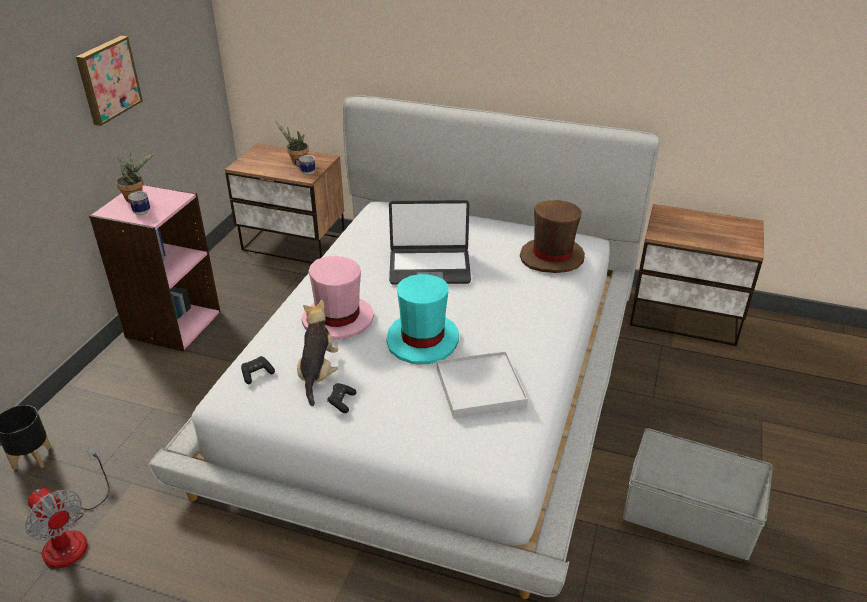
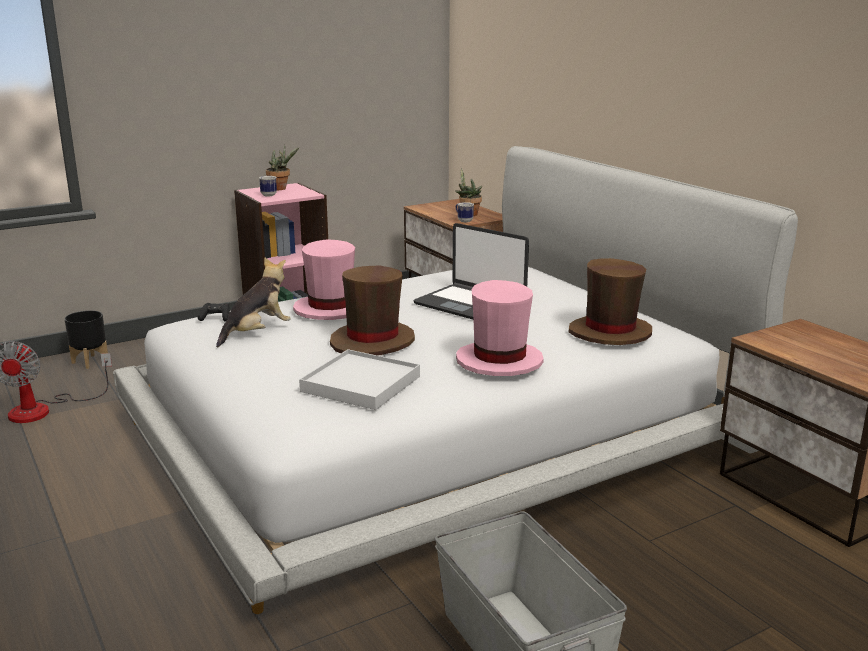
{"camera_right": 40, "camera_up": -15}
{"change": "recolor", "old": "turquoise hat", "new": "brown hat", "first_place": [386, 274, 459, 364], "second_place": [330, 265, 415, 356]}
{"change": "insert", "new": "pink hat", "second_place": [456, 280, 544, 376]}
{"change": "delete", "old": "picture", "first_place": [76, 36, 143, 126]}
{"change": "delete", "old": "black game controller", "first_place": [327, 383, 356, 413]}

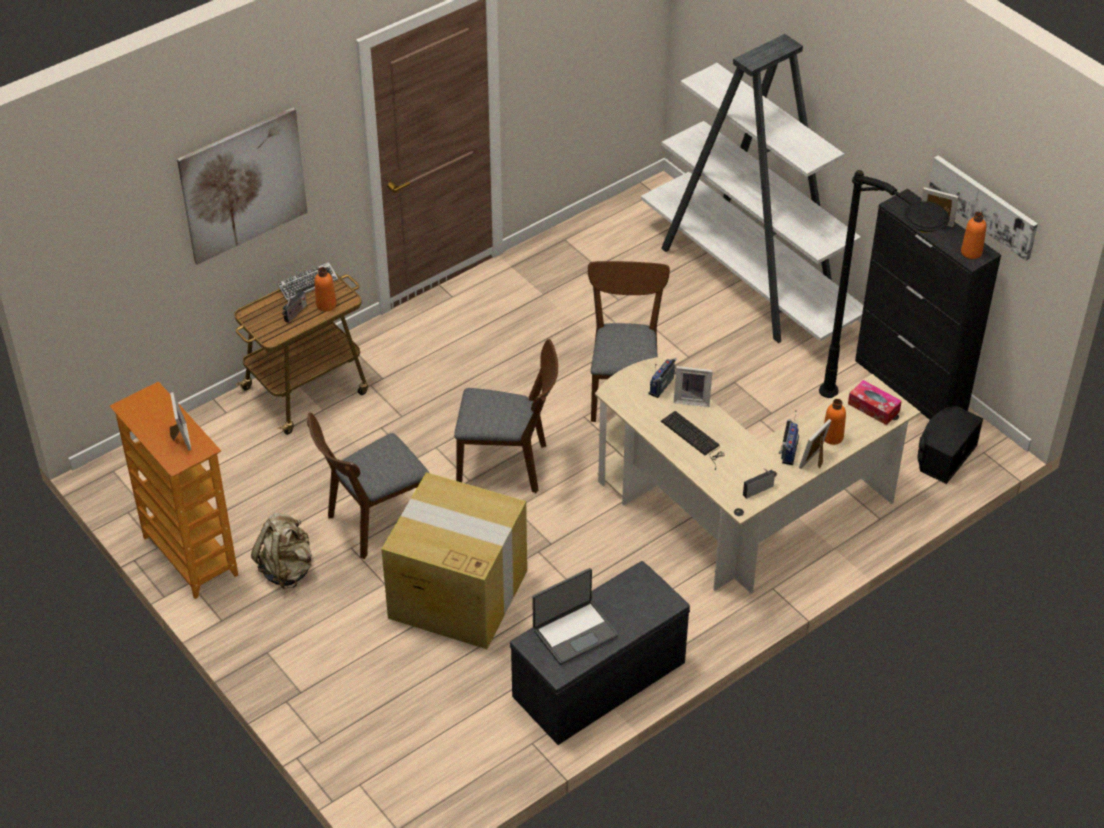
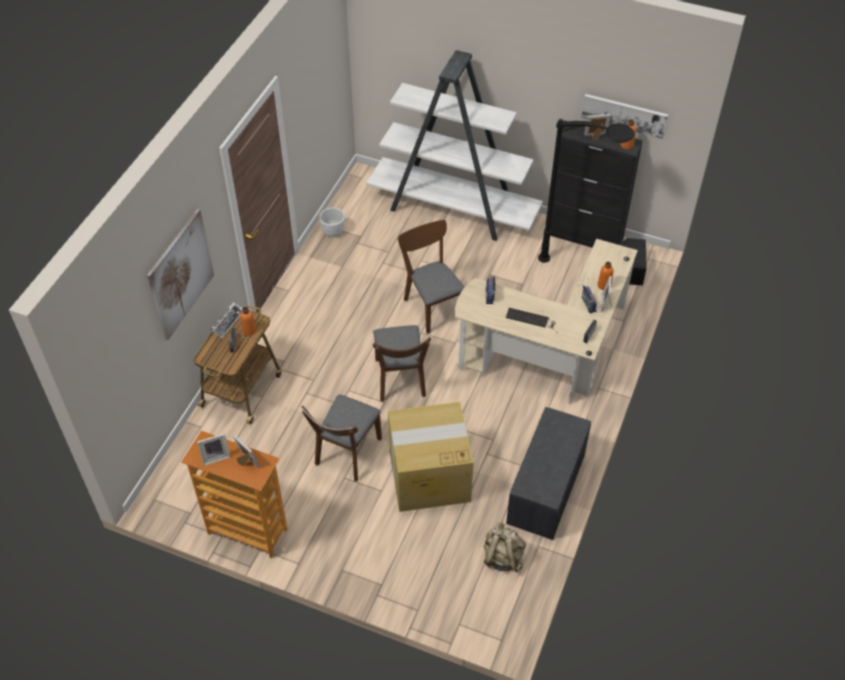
{"camera_right": -30, "camera_up": 5}
{"change": "move", "old": "picture frame", "first_place": [674, 366, 713, 407], "second_place": [197, 433, 231, 466]}
{"change": "insert", "new": "white planter", "second_place": [320, 208, 345, 237]}
{"change": "rotate", "old": "brown chair", "first_place": [454, 339, 558, 493], "second_place": [373, 325, 431, 402], "degrees": 105}
{"change": "move", "old": "beige backpack", "first_place": [251, 513, 312, 589], "second_place": [483, 522, 526, 573]}
{"change": "delete", "old": "laptop", "first_place": [532, 568, 618, 665]}
{"change": "delete", "old": "tissue box", "first_place": [848, 380, 902, 425]}

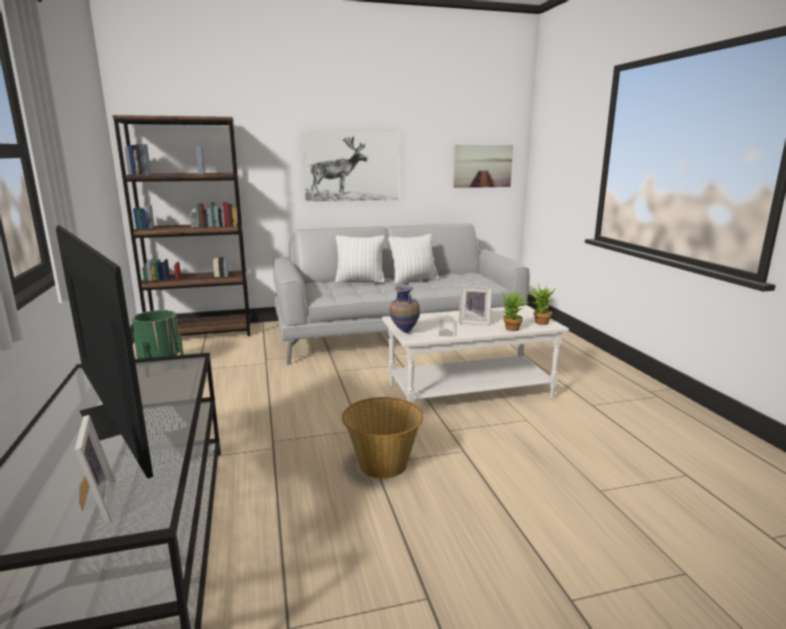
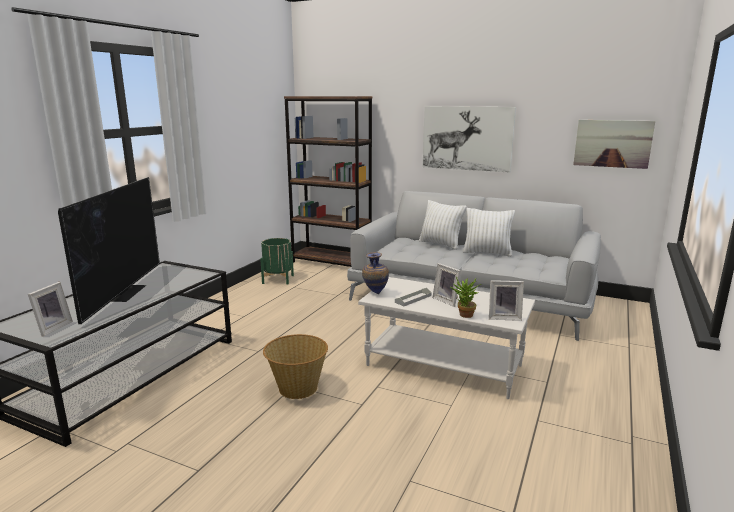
{"camera_right": 40, "camera_up": 0}
{"change": "replace", "old": "potted plant", "new": "picture frame", "first_place": [526, 284, 556, 325], "second_place": [489, 280, 524, 321]}

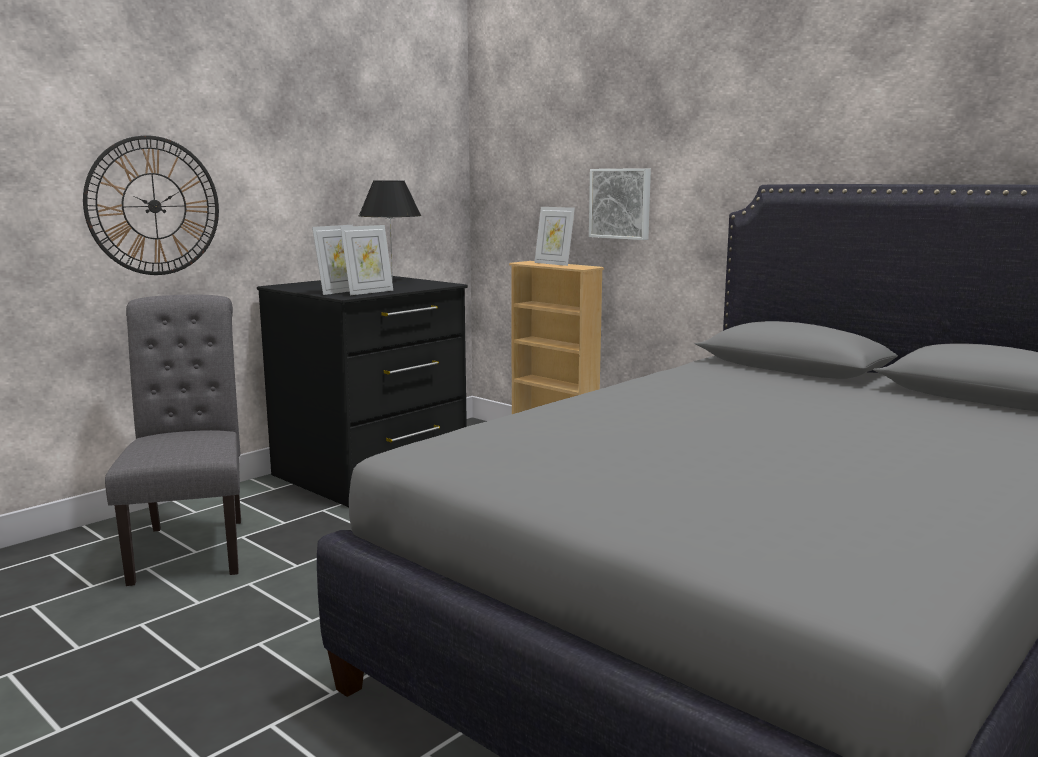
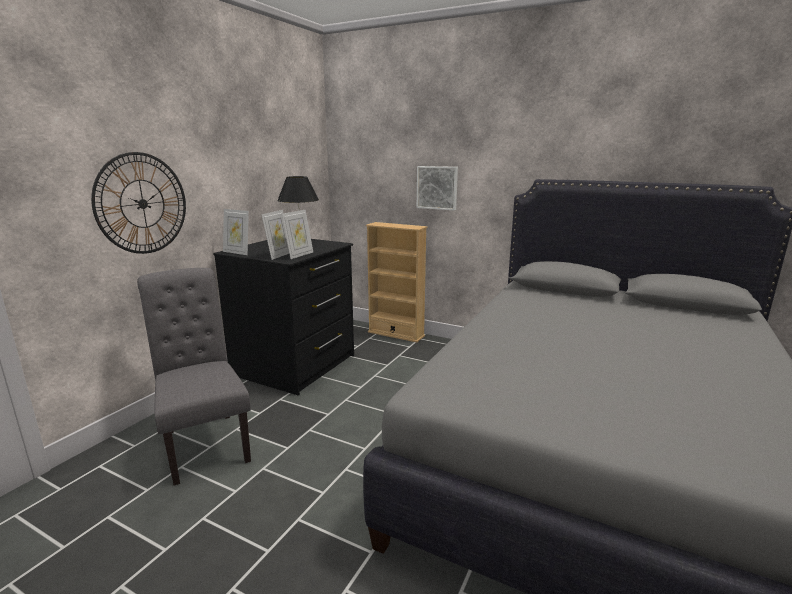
{"camera_right": -15, "camera_up": 5}
{"change": "move", "old": "picture frame", "first_place": [534, 207, 575, 266], "second_place": [223, 209, 249, 255]}

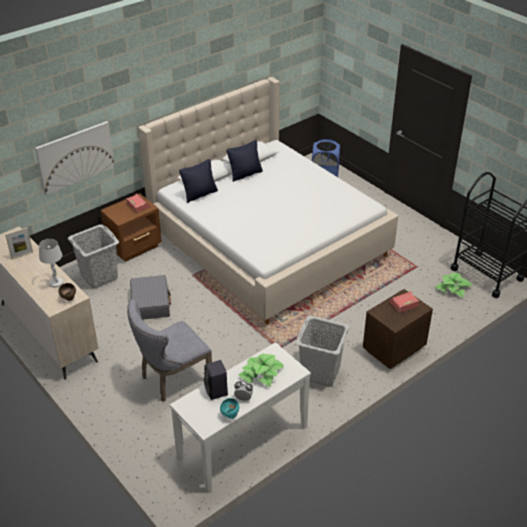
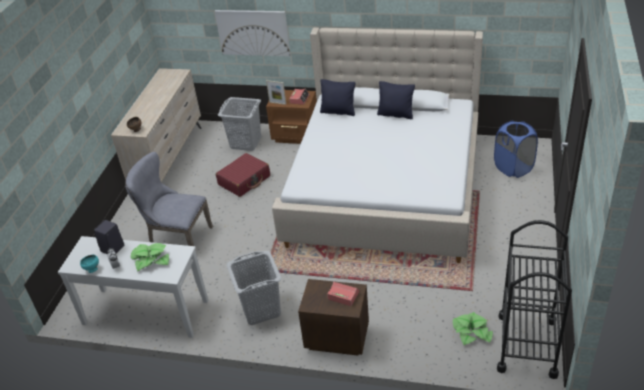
{"camera_right": 55, "camera_up": 0}
{"change": "recolor", "old": "grey suitcase", "new": "red suitcase", "first_place": [130, 275, 171, 320], "second_place": [216, 153, 270, 197]}
{"change": "move", "old": "picture frame", "first_place": [5, 228, 33, 259], "second_place": [266, 80, 286, 105]}
{"change": "delete", "old": "white table lamp", "first_place": [39, 239, 63, 287]}

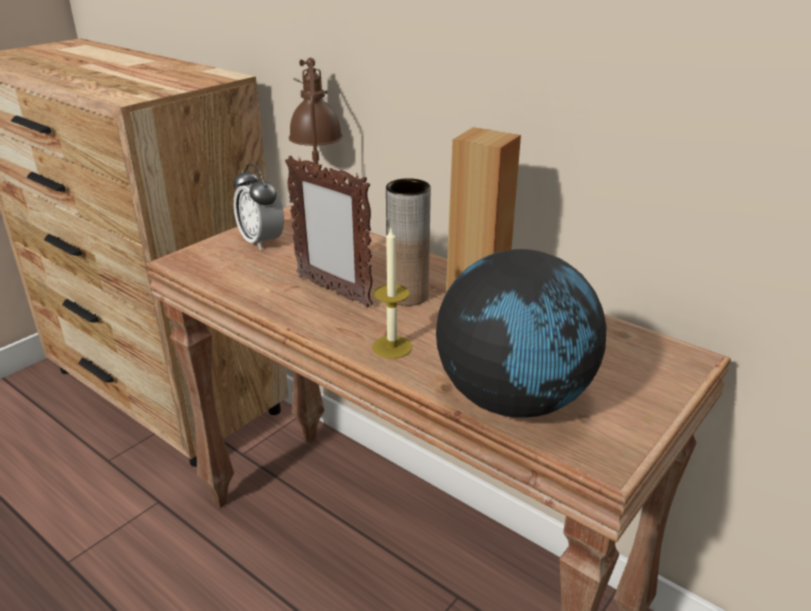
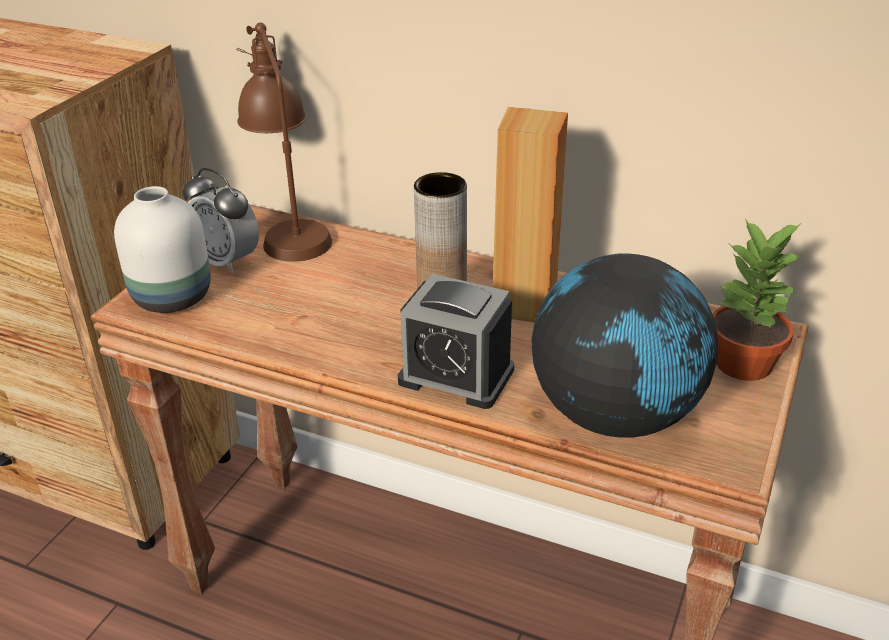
{"camera_right": -15, "camera_up": 5}
{"change": "insert", "new": "white vase", "second_place": [114, 186, 211, 313]}
{"change": "replace", "old": "candle", "new": "alarm clock", "first_place": [372, 228, 412, 359], "second_place": [398, 274, 514, 409]}
{"change": "insert", "new": "potted plant", "second_place": [713, 219, 803, 381]}
{"change": "delete", "old": "picture frame", "first_place": [285, 156, 373, 308]}

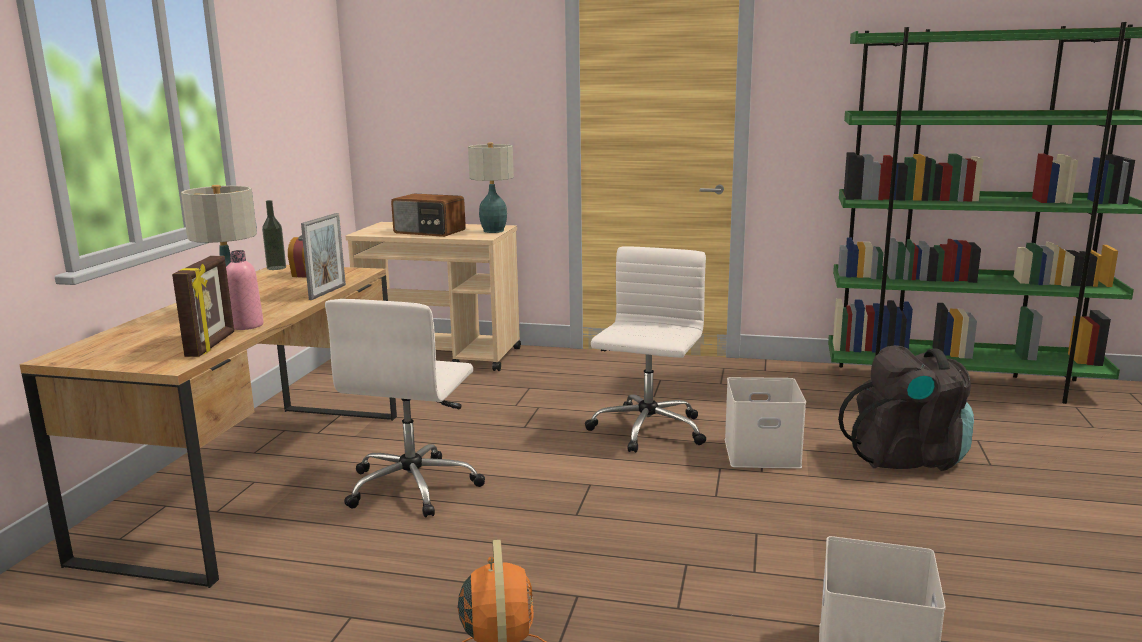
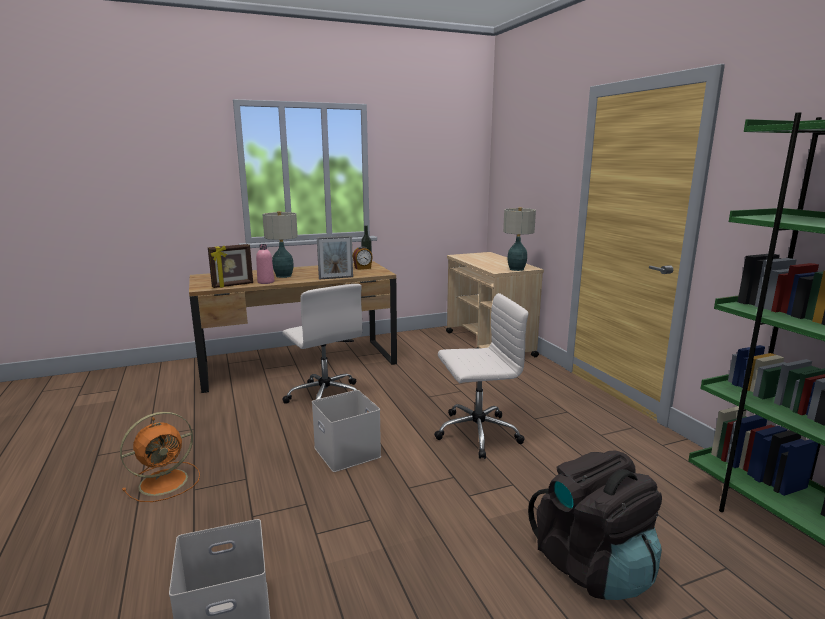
{"camera_right": 55, "camera_up": 0}
{"change": "rotate", "old": "white office chair", "first_place": [325, 299, 485, 518], "second_place": [282, 284, 362, 404], "degrees": -105}
{"change": "move", "old": "white storage box", "first_place": [725, 377, 806, 469], "second_place": [312, 390, 381, 472]}
{"change": "delete", "old": "radio", "first_place": [391, 194, 466, 237]}

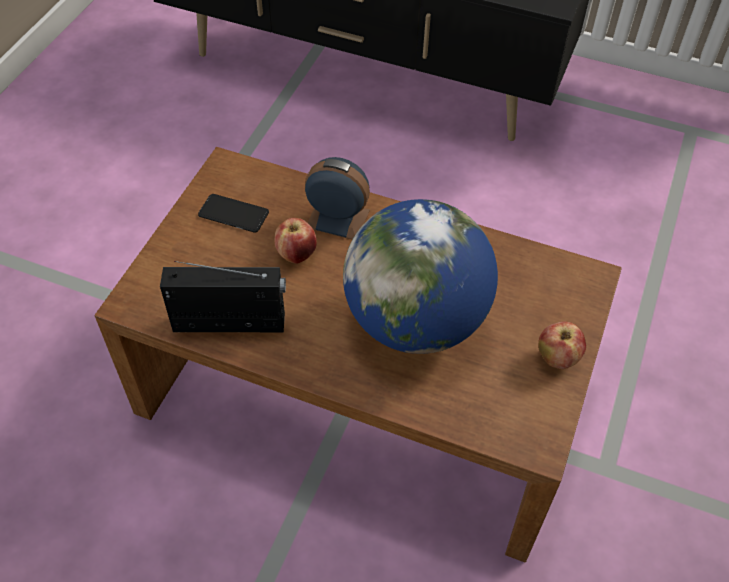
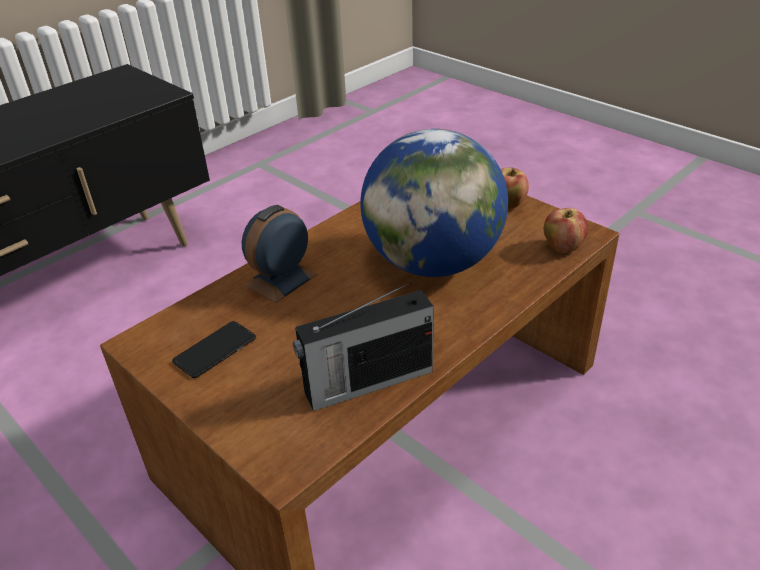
{"camera_right": -65, "camera_up": -15}
{"change": "rotate", "old": "radio", "first_place": [160, 261, 286, 332], "second_place": [293, 282, 433, 411], "degrees": -135}
{"change": "move", "old": "apple", "first_place": [275, 218, 317, 264], "second_place": [544, 208, 588, 253]}

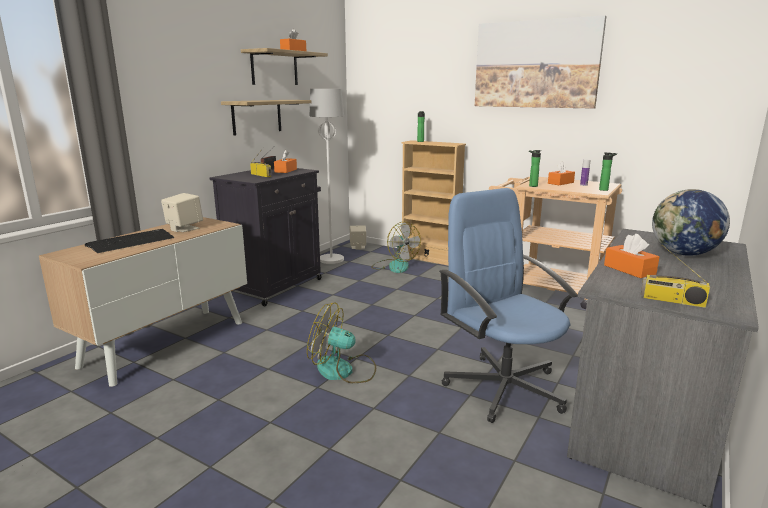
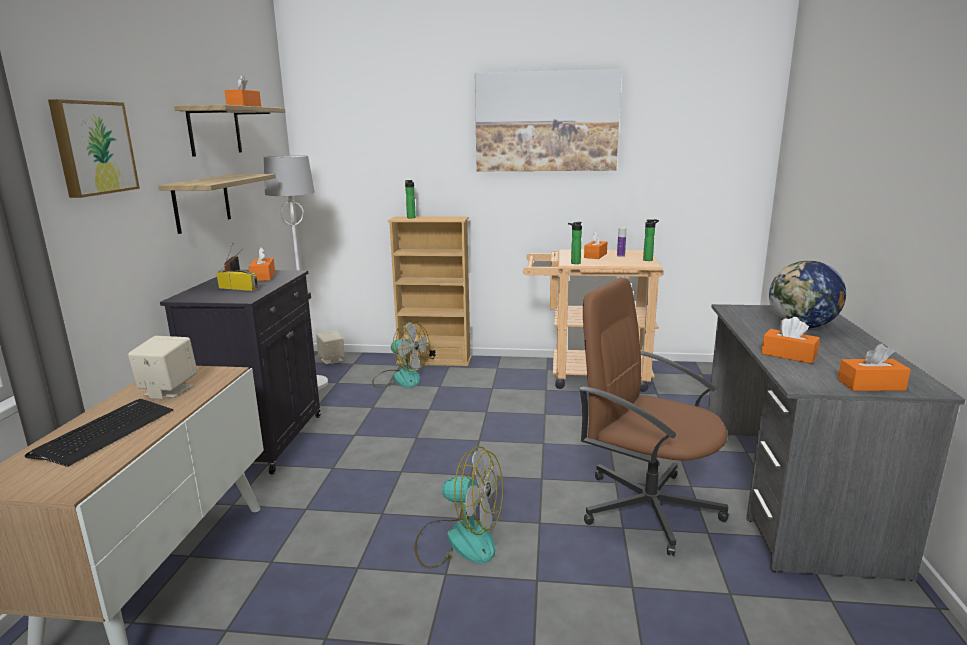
{"camera_right": -25, "camera_up": 0}
{"change": "insert", "new": "picture", "second_place": [48, 99, 140, 198]}
{"change": "rotate", "old": "fan", "first_place": [307, 302, 376, 383], "second_place": [414, 446, 503, 568], "degrees": -150}
{"change": "recolor", "old": "blue office chair", "new": "brown office chair", "first_place": [439, 188, 578, 423], "second_place": [578, 277, 729, 556]}
{"change": "replace", "old": "radio", "new": "orange tissue box", "first_place": [641, 245, 710, 308], "second_place": [838, 343, 911, 391]}

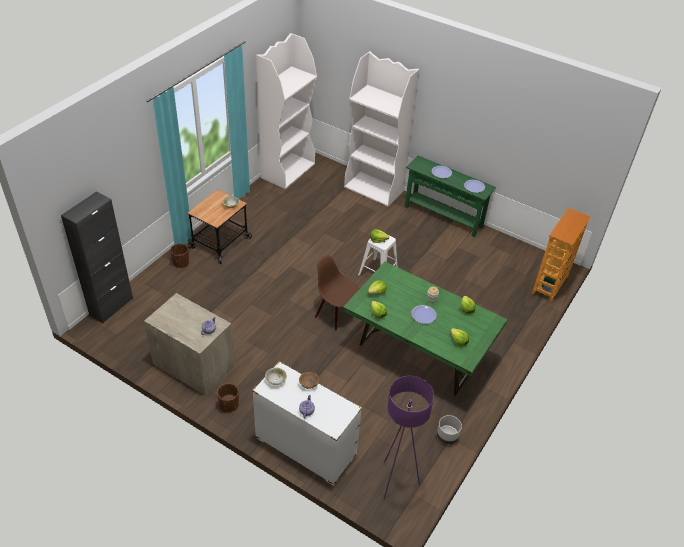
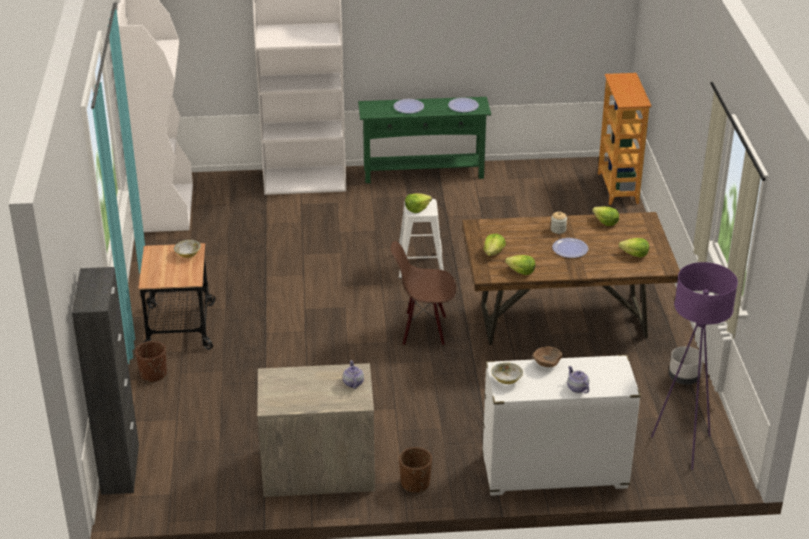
{"camera_right": -35, "camera_up": -10}
{"change": "recolor", "old": "green dining table", "new": "brown dining table", "first_place": [343, 262, 508, 396], "second_place": [462, 212, 680, 345]}

